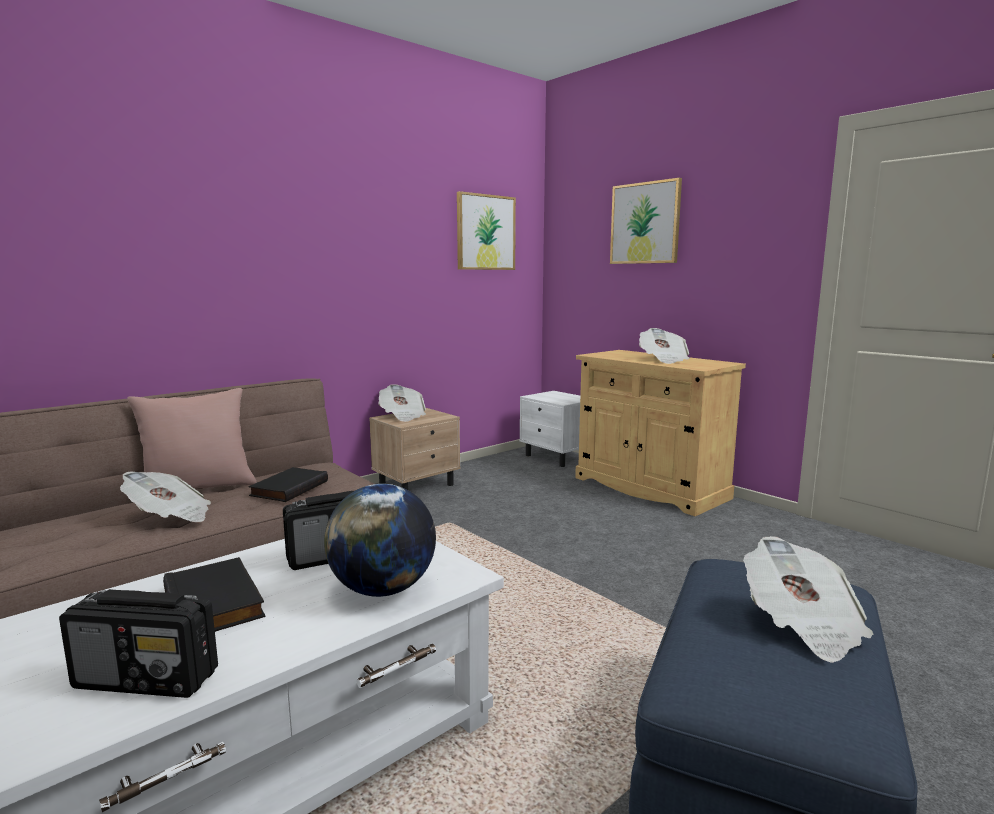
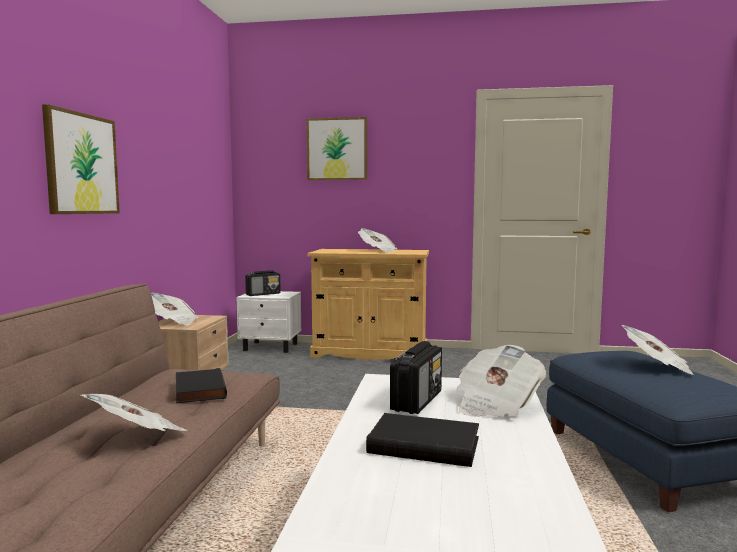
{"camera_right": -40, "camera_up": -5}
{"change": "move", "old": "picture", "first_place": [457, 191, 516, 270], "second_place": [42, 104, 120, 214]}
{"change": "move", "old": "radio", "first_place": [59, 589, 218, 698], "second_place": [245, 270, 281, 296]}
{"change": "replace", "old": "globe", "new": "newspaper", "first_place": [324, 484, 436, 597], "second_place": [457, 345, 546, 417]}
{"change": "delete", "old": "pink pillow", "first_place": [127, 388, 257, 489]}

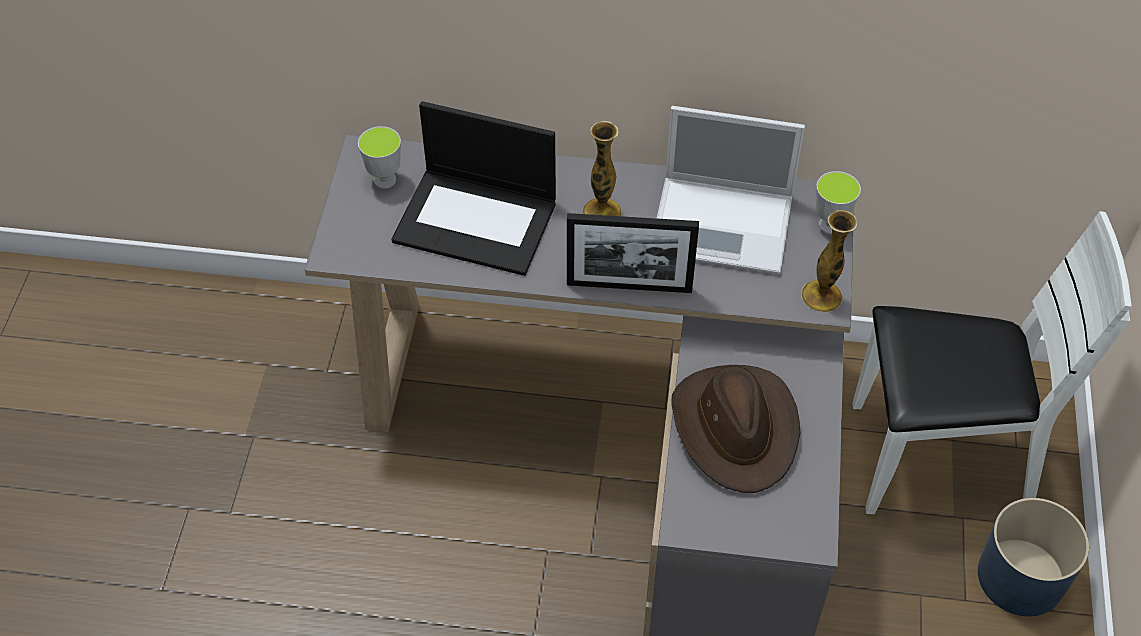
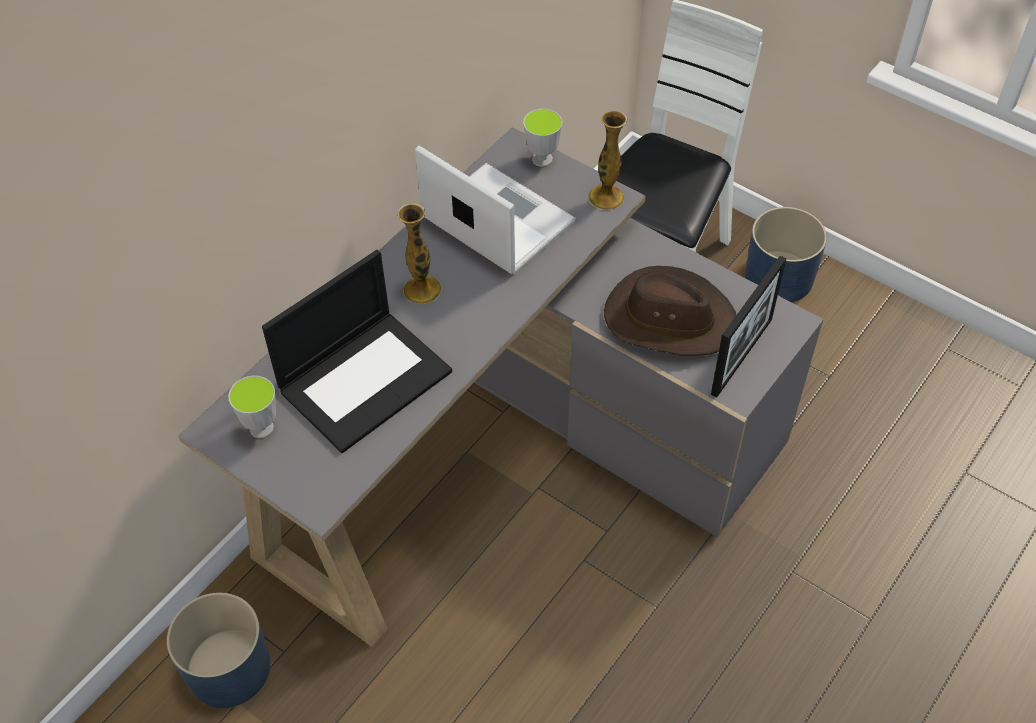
{"camera_right": -60, "camera_up": 0}
{"change": "insert", "new": "blue planter", "second_place": [167, 592, 270, 708]}
{"change": "rotate", "old": "laptop", "first_place": [656, 106, 805, 275], "second_place": [415, 146, 576, 274], "degrees": -90}
{"change": "move", "old": "picture frame", "first_place": [567, 213, 699, 293], "second_place": [711, 256, 786, 397]}

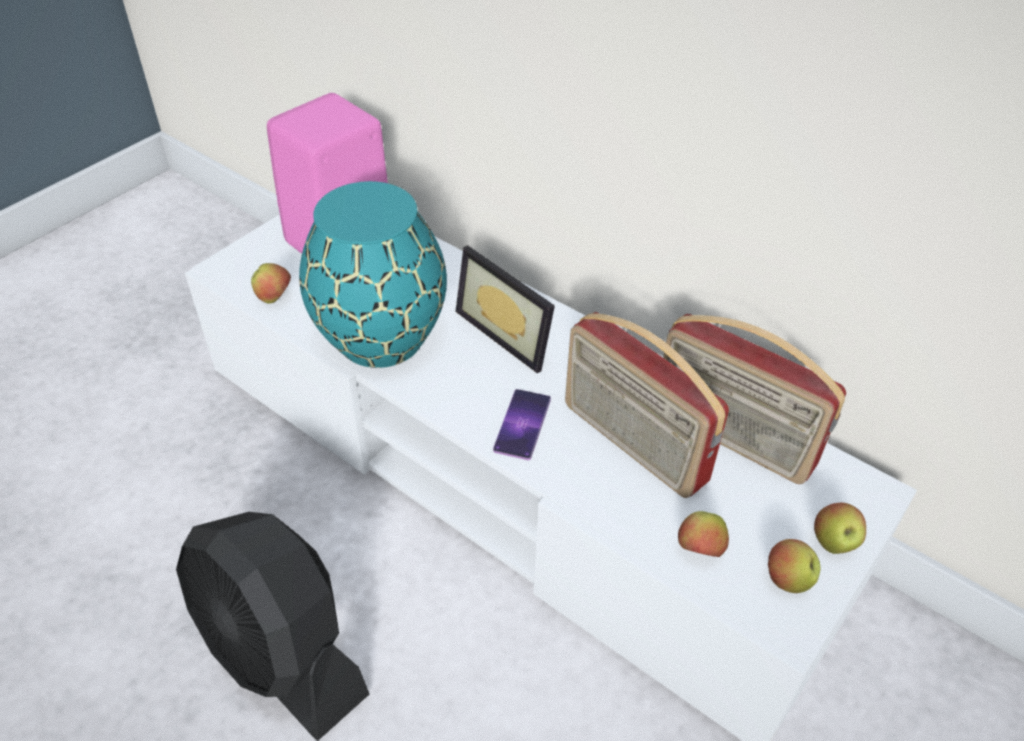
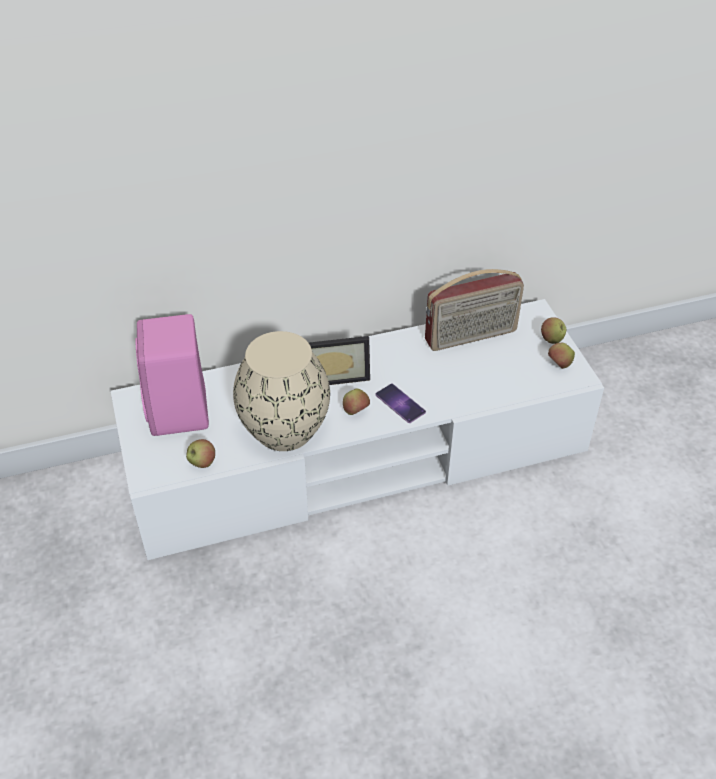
{"camera_right": -55, "camera_up": 0}
{"change": "recolor", "old": "turquoise vase", "new": "beige vase", "first_place": [299, 181, 447, 368], "second_place": [233, 331, 330, 451]}
{"change": "move", "old": "apple", "first_place": [678, 511, 729, 557], "second_place": [343, 388, 370, 415]}
{"change": "delete", "old": "black fan", "first_place": [176, 512, 369, 741]}
{"change": "delete", "old": "radio", "first_place": [565, 312, 729, 498]}

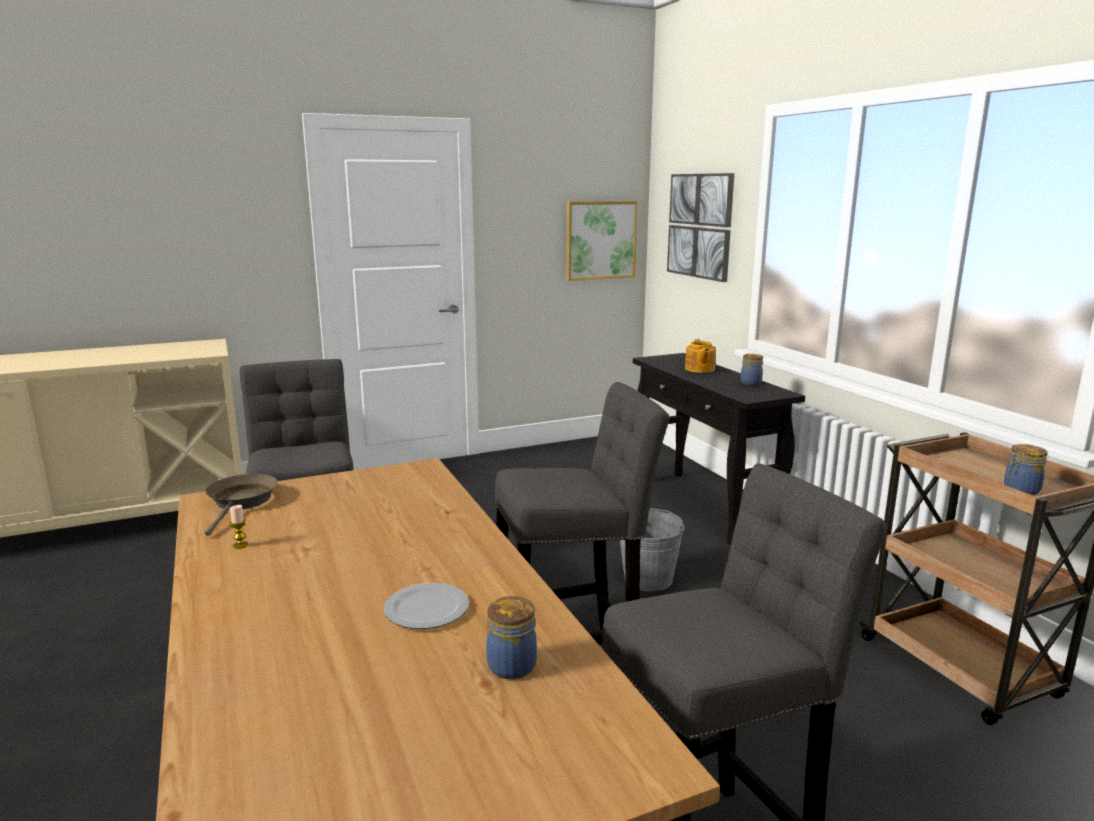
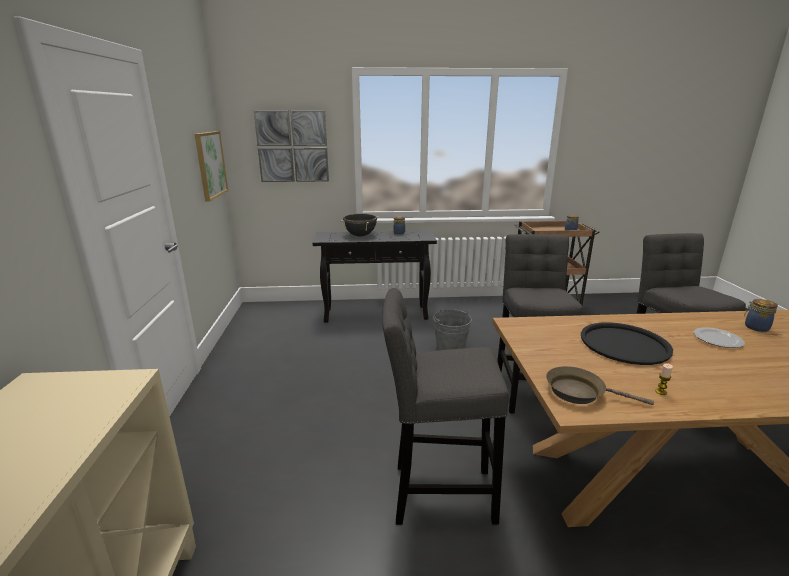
{"camera_right": -70, "camera_up": 5}
{"change": "replace", "old": "teapot", "new": "black cooking pot", "first_place": [685, 339, 716, 373], "second_place": [340, 214, 379, 236]}
{"change": "insert", "new": "black tray", "second_place": [581, 322, 673, 365]}

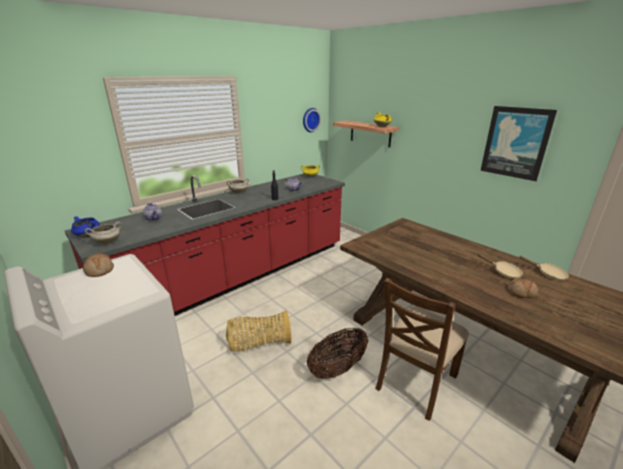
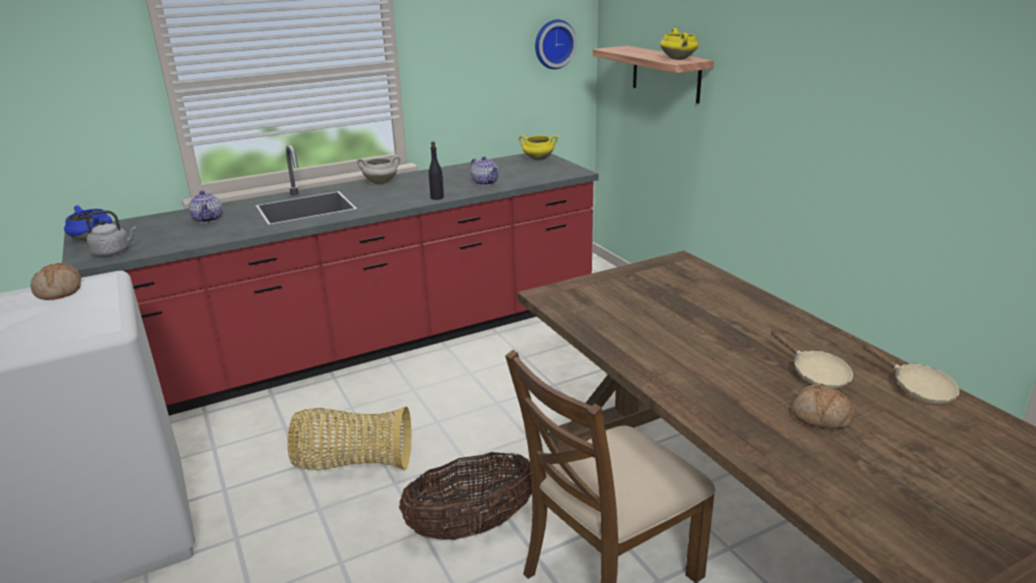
{"camera_right": 15, "camera_up": 0}
{"change": "replace", "old": "white cooking pot", "new": "grey kettle", "first_place": [85, 222, 121, 245], "second_place": [86, 210, 137, 256]}
{"change": "delete", "old": "picture", "first_place": [480, 106, 557, 181]}

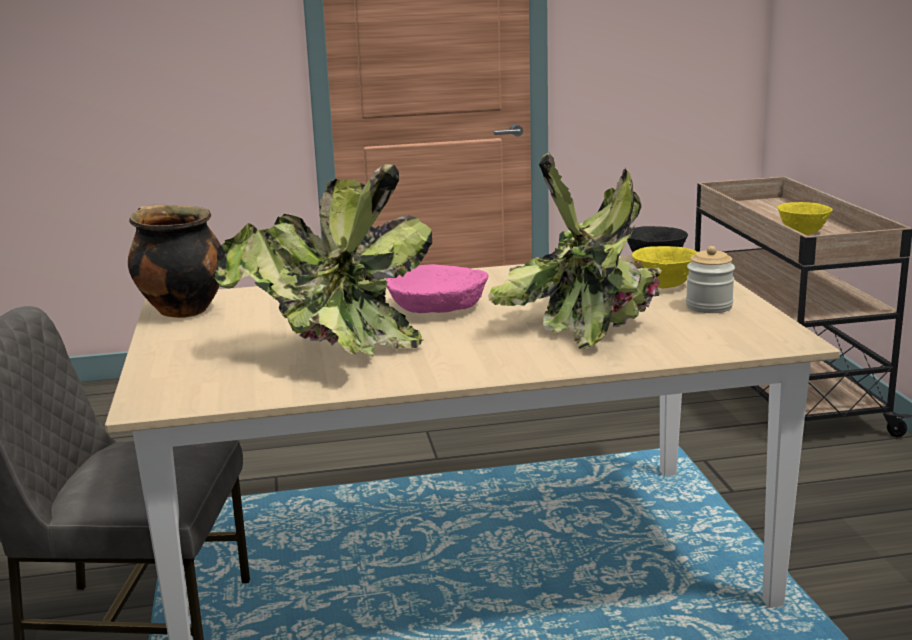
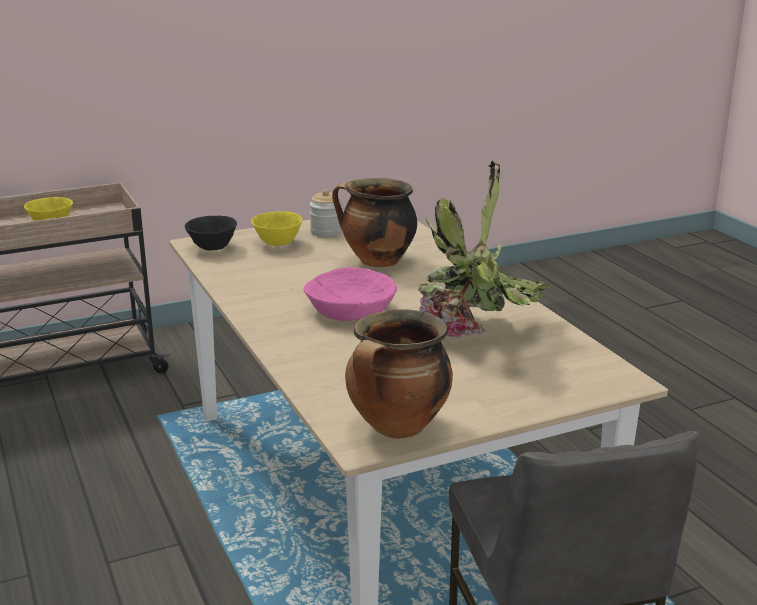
{"camera_right": -105, "camera_up": 5}
{"change": "replace", "old": "potted plant", "new": "cooking pot", "first_place": [488, 152, 661, 349], "second_place": [332, 178, 417, 267]}

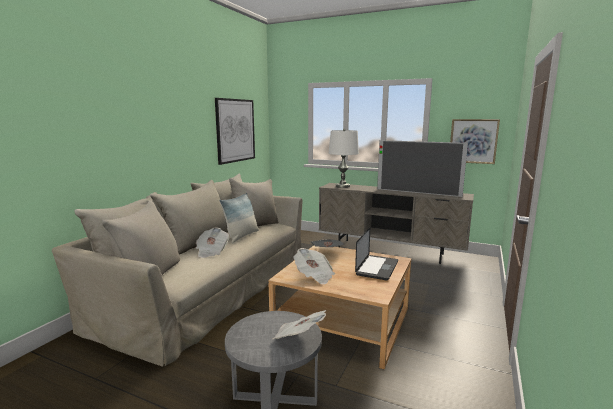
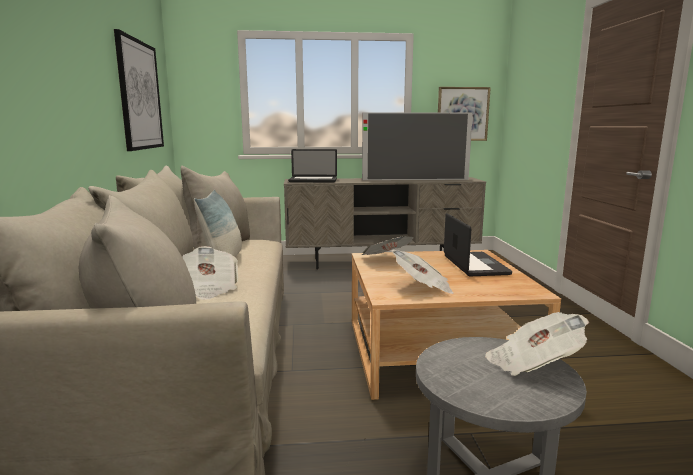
{"camera_right": -30, "camera_up": 0}
{"change": "replace", "old": "white table lamp", "new": "laptop", "first_place": [329, 129, 359, 188], "second_place": [288, 149, 337, 182]}

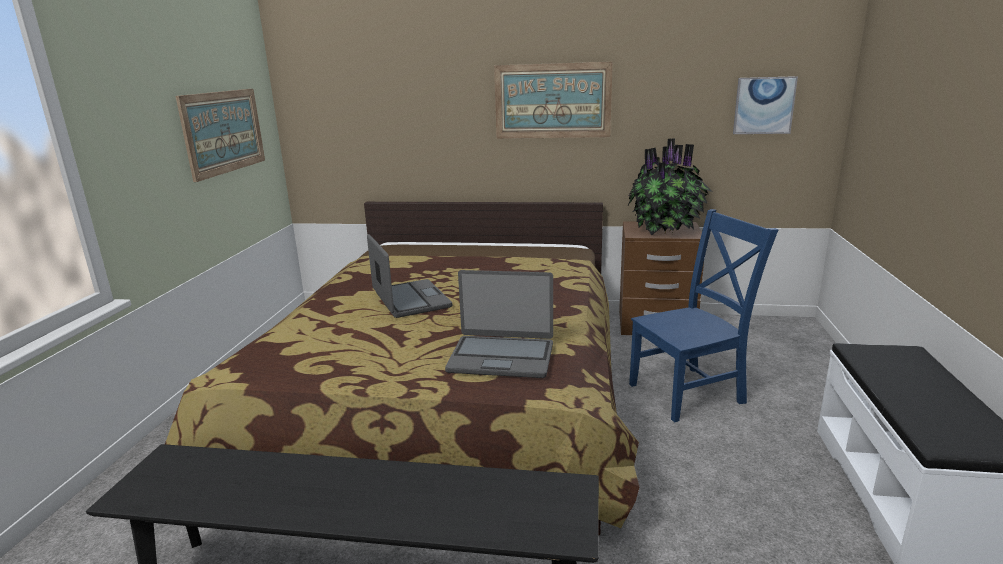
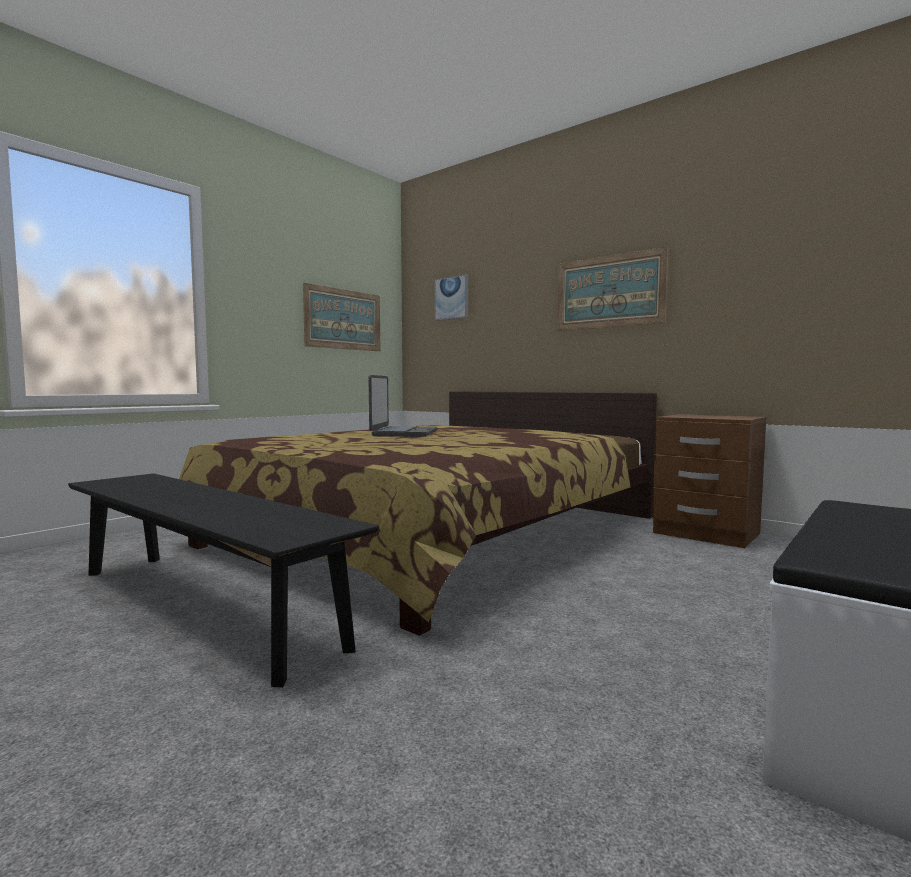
{"camera_right": 30, "camera_up": -15}
{"change": "move", "old": "picture", "first_place": [733, 76, 798, 134], "second_place": [434, 274, 468, 321]}
{"change": "delete", "old": "laptop", "first_place": [445, 270, 553, 378]}
{"change": "delete", "old": "potted plant", "first_place": [628, 139, 712, 236]}
{"change": "delete", "old": "blue chair", "first_place": [629, 209, 778, 422]}

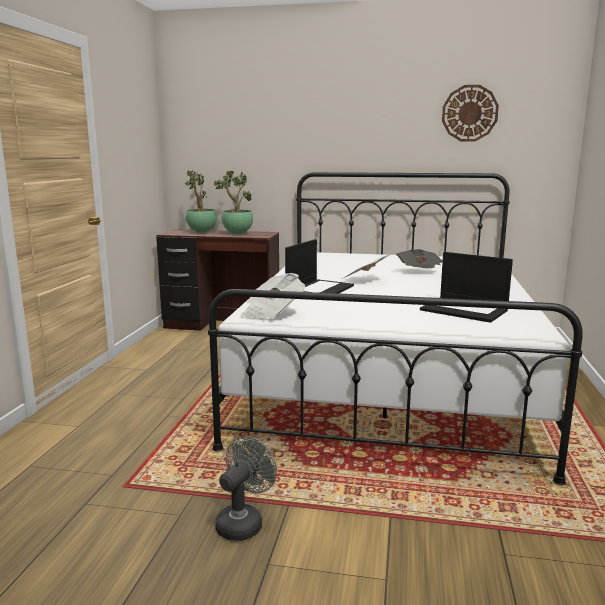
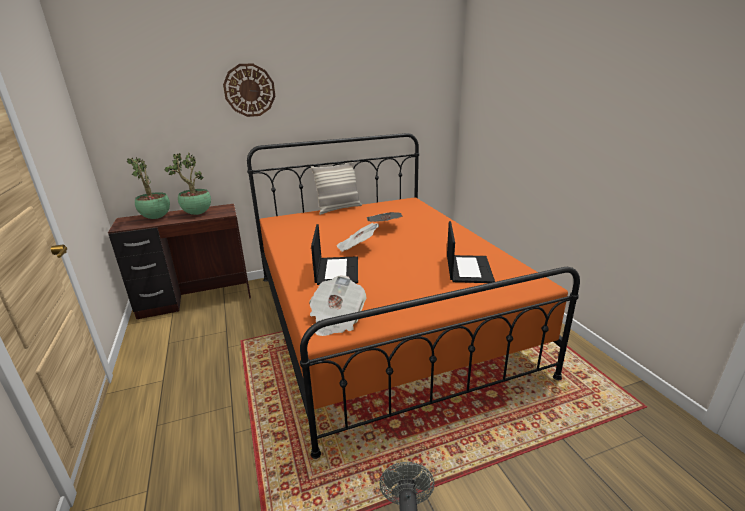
{"camera_right": -30, "camera_up": 10}
{"change": "move", "old": "wall clock", "first_place": [442, 85, 499, 141], "second_place": [223, 63, 275, 117]}
{"change": "recolor", "old": "white bed", "new": "orange bed", "first_place": [208, 172, 583, 485], "second_place": [247, 133, 580, 459]}
{"change": "insert", "new": "pillow", "second_place": [311, 162, 362, 215]}
{"change": "rotate", "old": "laptop", "first_place": [420, 252, 513, 323], "second_place": [447, 221, 495, 283], "degrees": -90}

